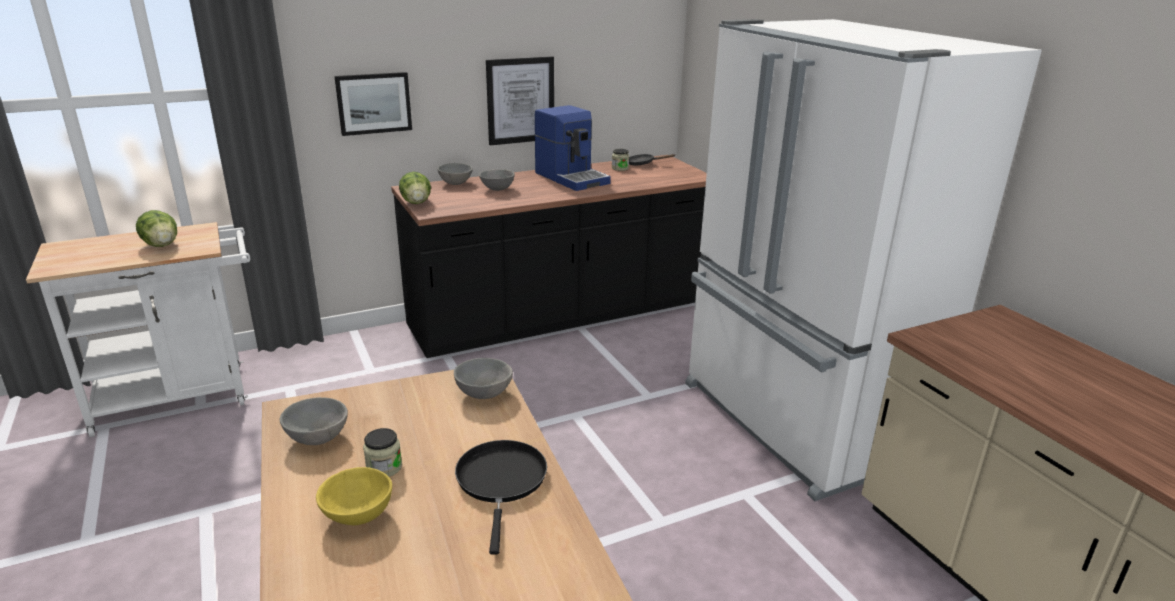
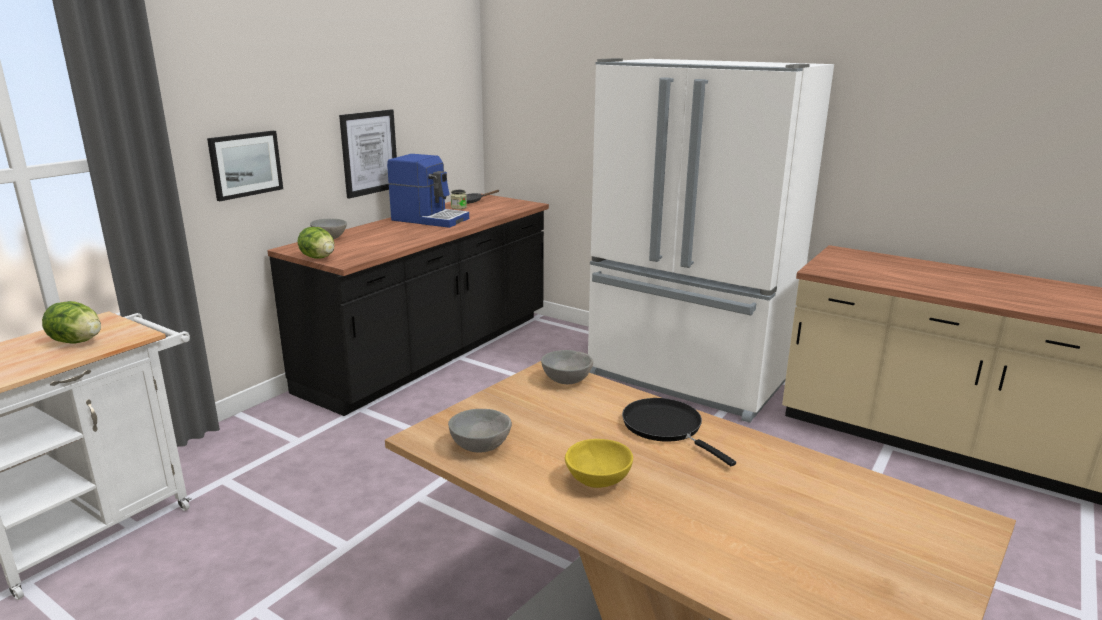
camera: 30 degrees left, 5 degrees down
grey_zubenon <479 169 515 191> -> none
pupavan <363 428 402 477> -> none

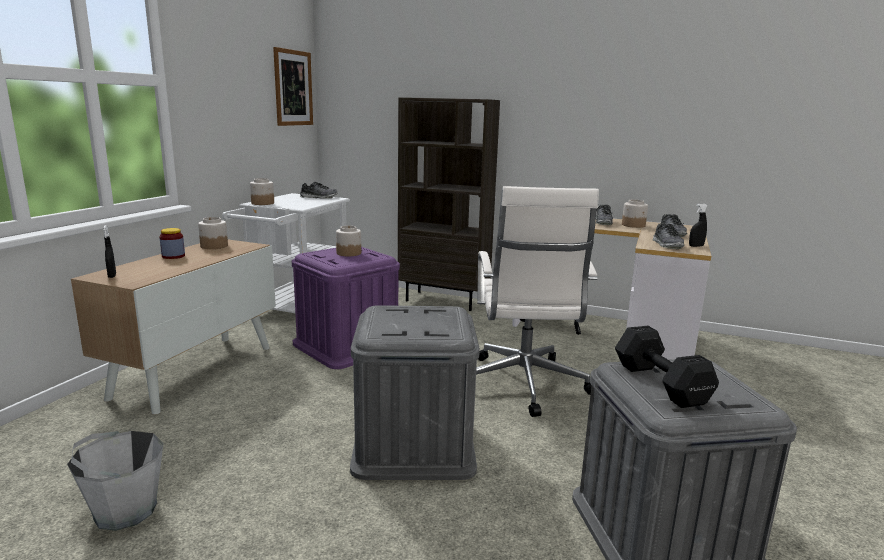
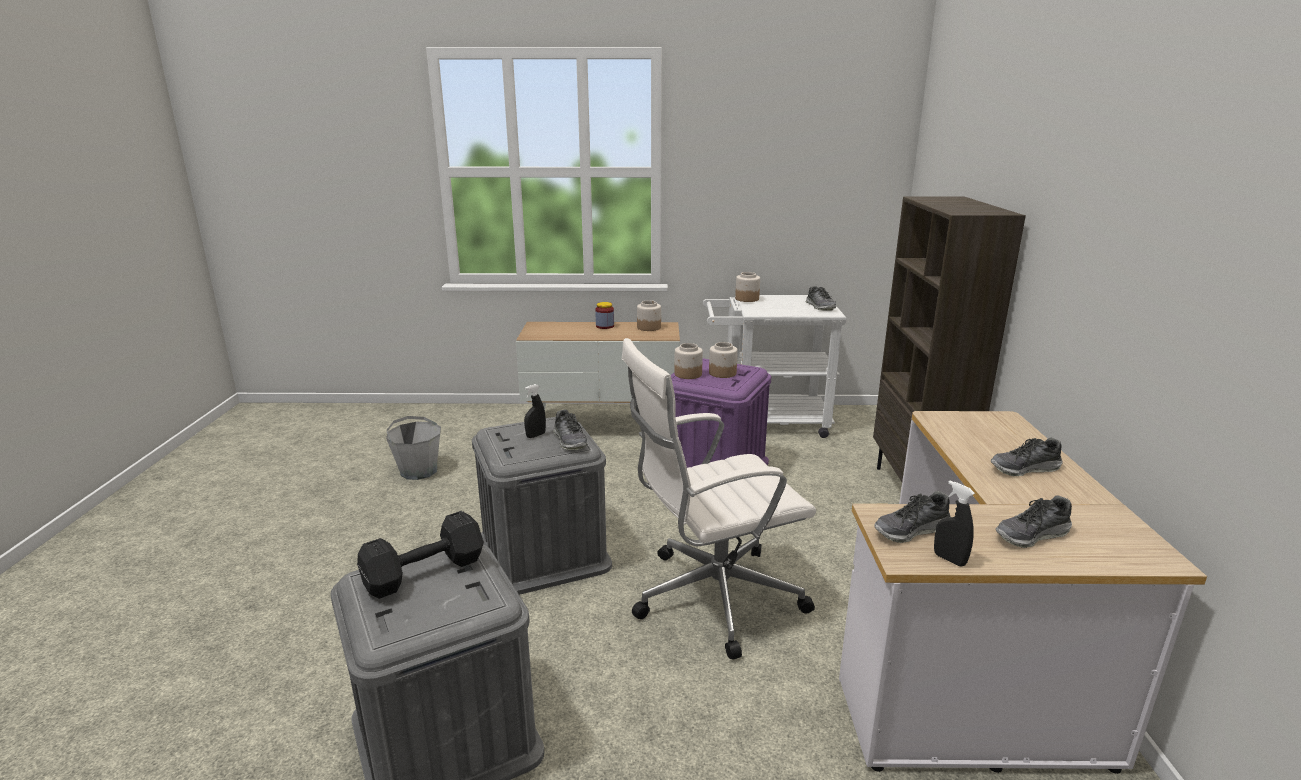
camera: 70 degrees right, 5 degrees up
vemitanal <273 47 313 126> -> none
pupavan <622 200 648 228> -> pupavan <674 343 703 379>, moved
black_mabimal <103 226 116 278> -> black_mabimal <524 384 546 438>, moved
none -> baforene <553 409 588 450>

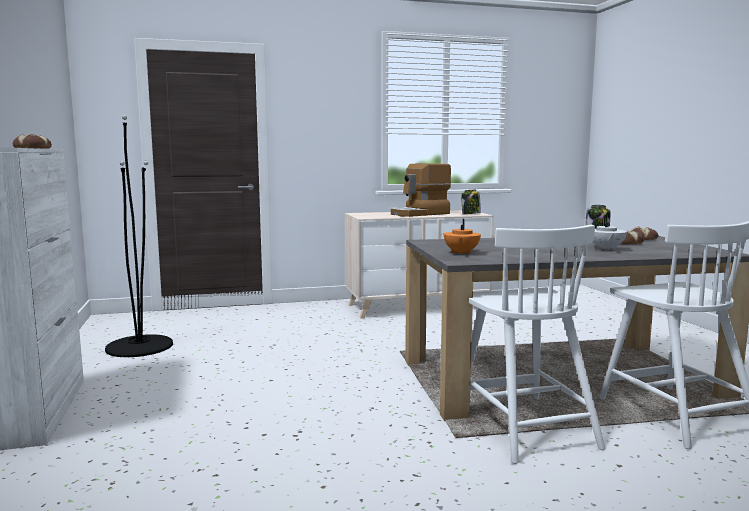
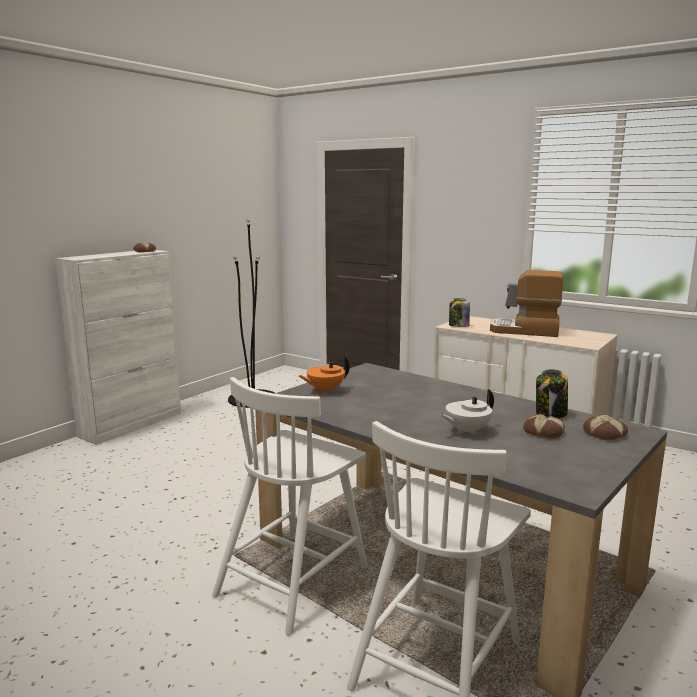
camera: 50 degrees right, 5 degrees up
pupavan <461 189 481 214> -> pupavan <449 298 470 327>, moved

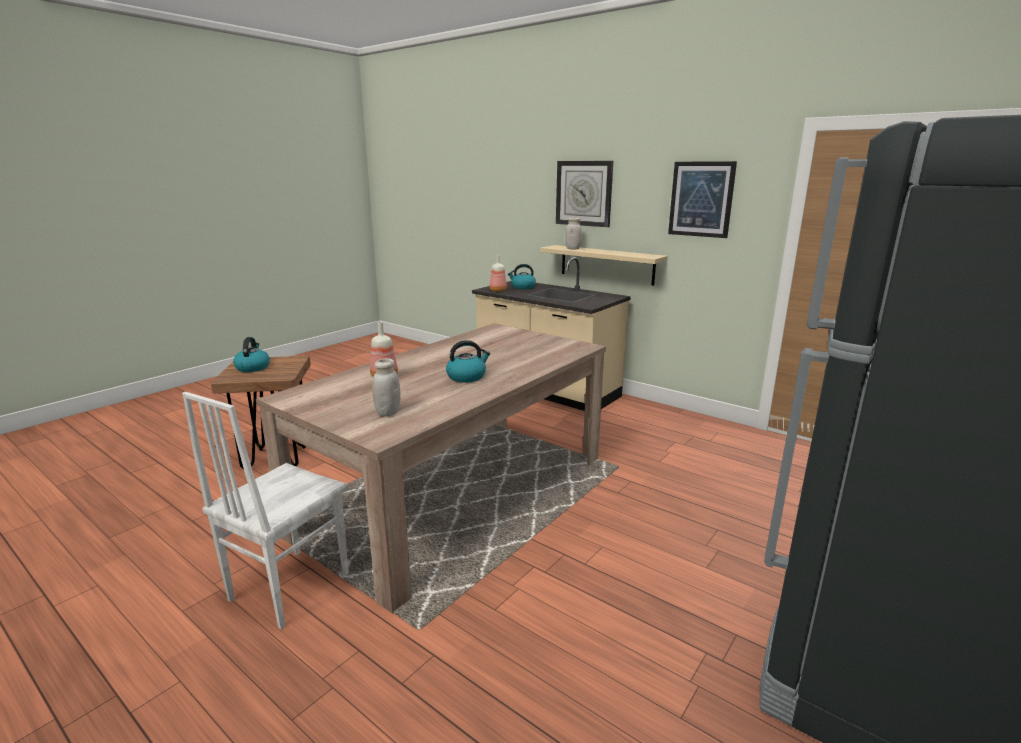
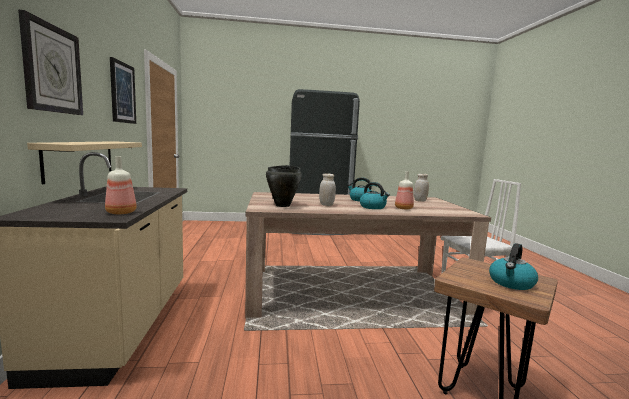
camera: 135 degrees left, 10 degrees down
white_pupavan <565 218 582 250> -> white_pupavan <319 173 336 206>, moved
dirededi <508 264 536 289> -> dirededi <360 182 390 209>, moved
none -> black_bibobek <266 165 302 207>

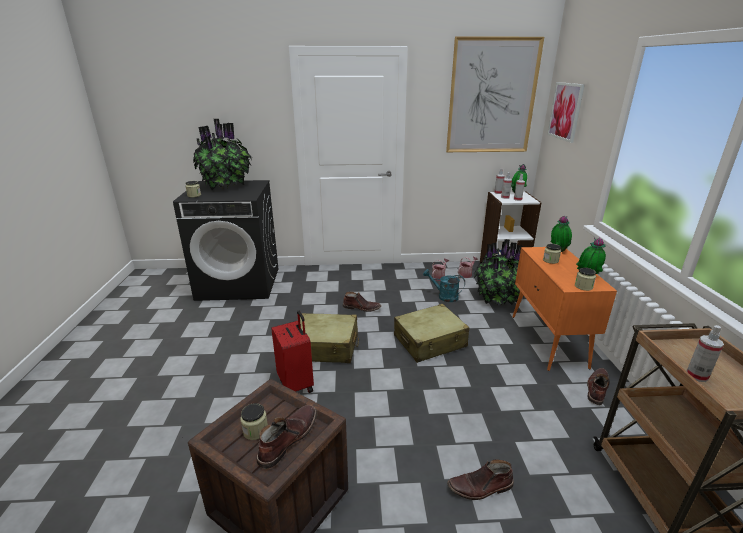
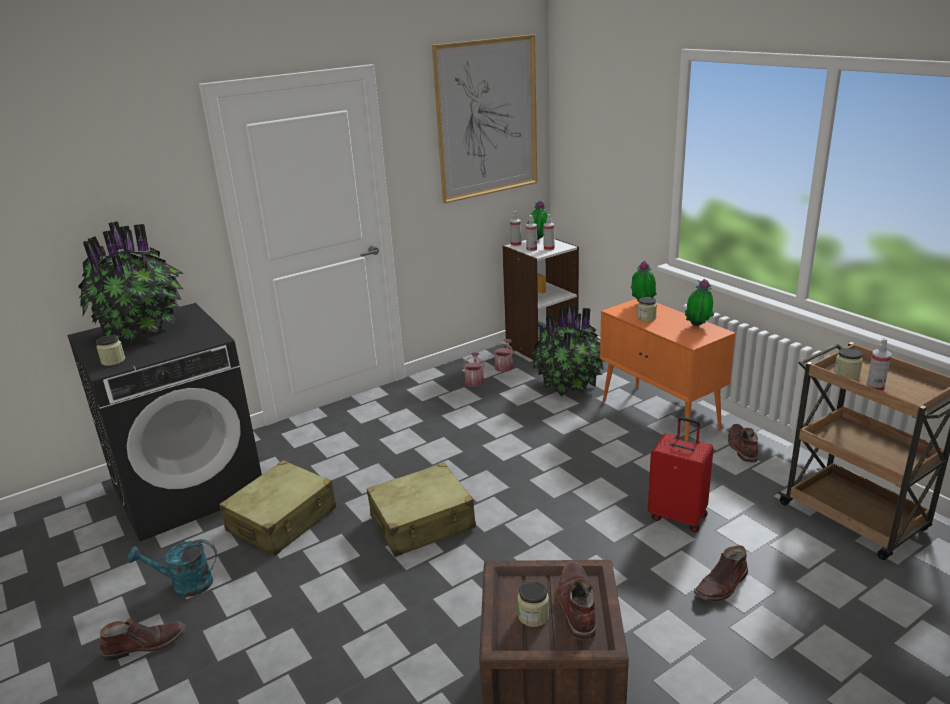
camera: 30 degrees left, 0 degrees up
vemitanal <547 82 585 143> -> none
pupavan <575 268 596 291> -> pupavan <834 348 863 380>, moved
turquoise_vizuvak <423 269 465 302> -> turquoise_vizuvak <127 539 217 597>, moved
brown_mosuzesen <343 292 381 312> -> brown_mosuzesen <100 619 185 661>, moved
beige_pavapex <394 304 469 363> -> beige_pavapex <219 460 336 556>, moved
red_pavapex <271 311 314 393> -> red_pavapex <648 417 714 533>, moved

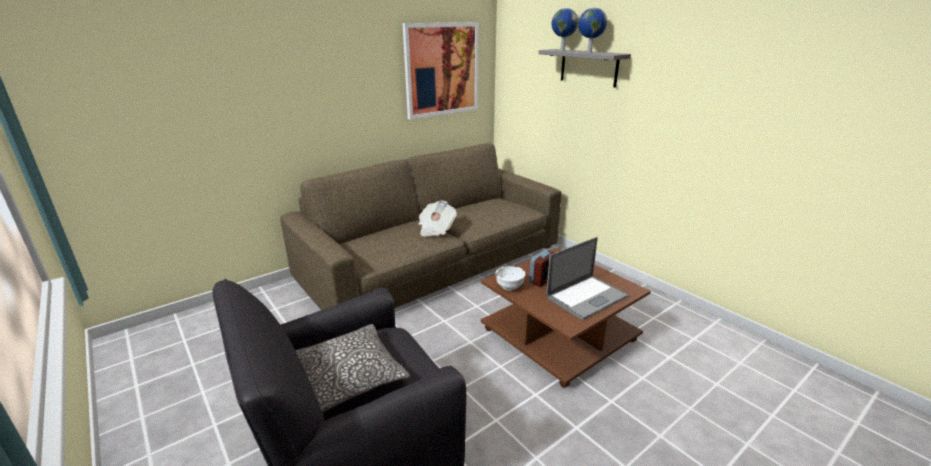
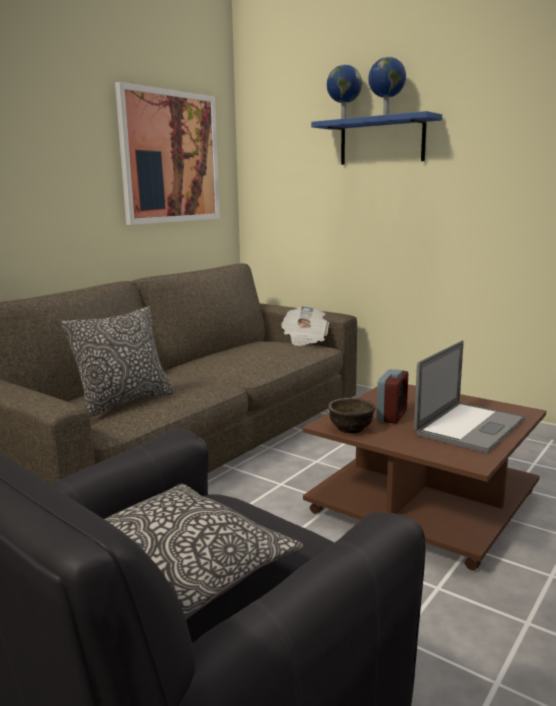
camera: 15 degrees left, 10 degrees down
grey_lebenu <538 49 631 87> -> blue_lebenu <311 111 442 165>
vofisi <418 201 457 237> -> vofisi <281 306 329 346>, moved
white_zubenon <496 266 525 291> -> brown_zubenon <328 398 375 433>
none -> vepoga <61 306 173 418>

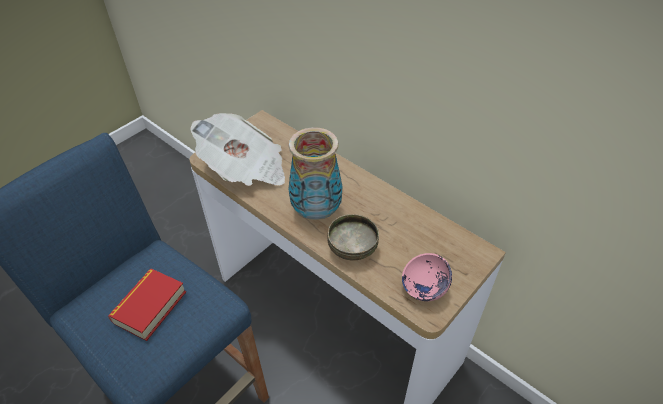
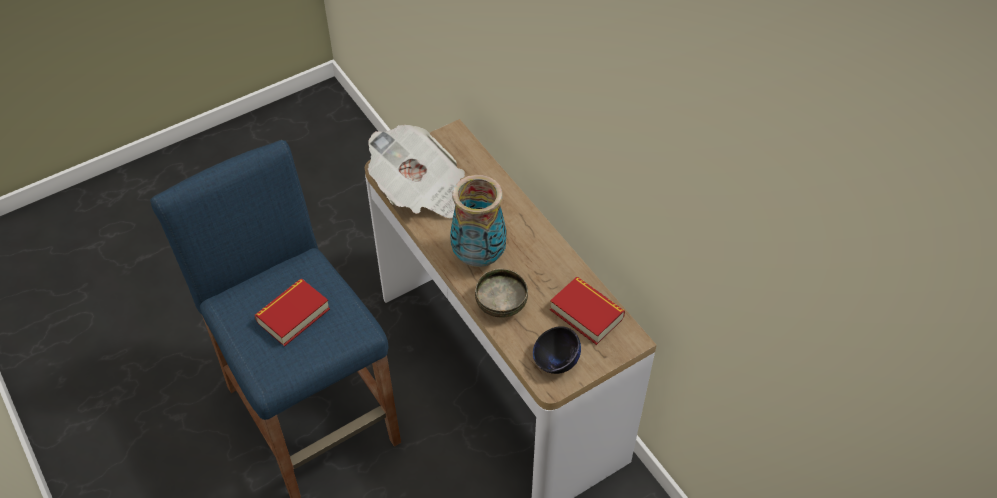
camera: 15 degrees right, 5 degrees up
pink_zubenon <402 253 452 301> -> black_zubenon <533 326 581 374>
none -> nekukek <550 277 625 345>

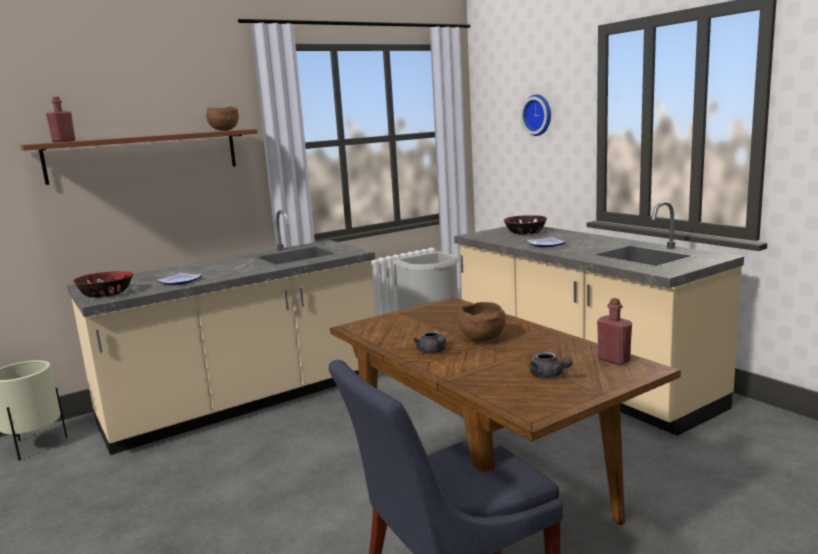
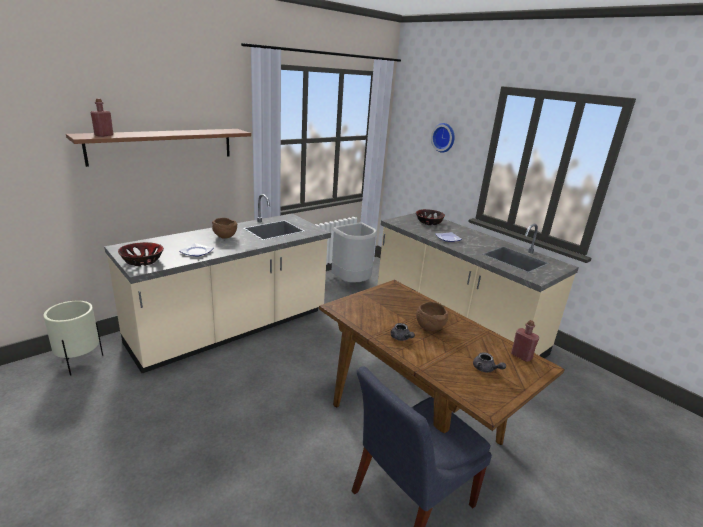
camera: 10 degrees left, 10 degrees up
brown_zubenon <206 106 239 131> -> brown_zubenon <212 218 237 239>, moved

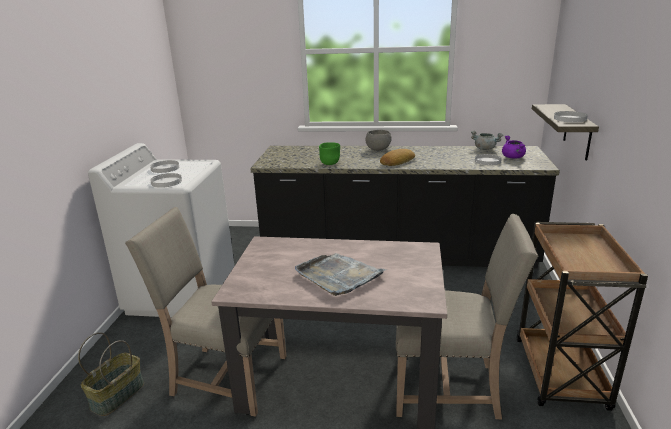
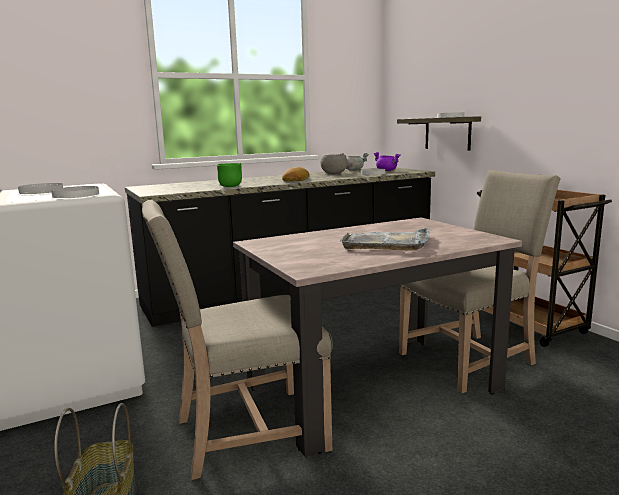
camera: 35 degrees left, 10 degrees down
grey_zubenon <365 130 392 151> -> grey_zubenon <321 154 347 174>, moved

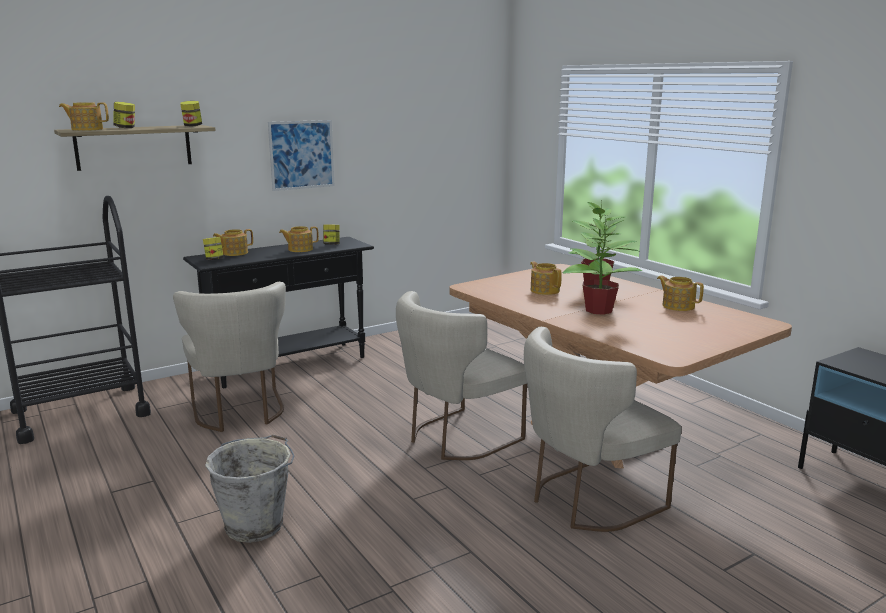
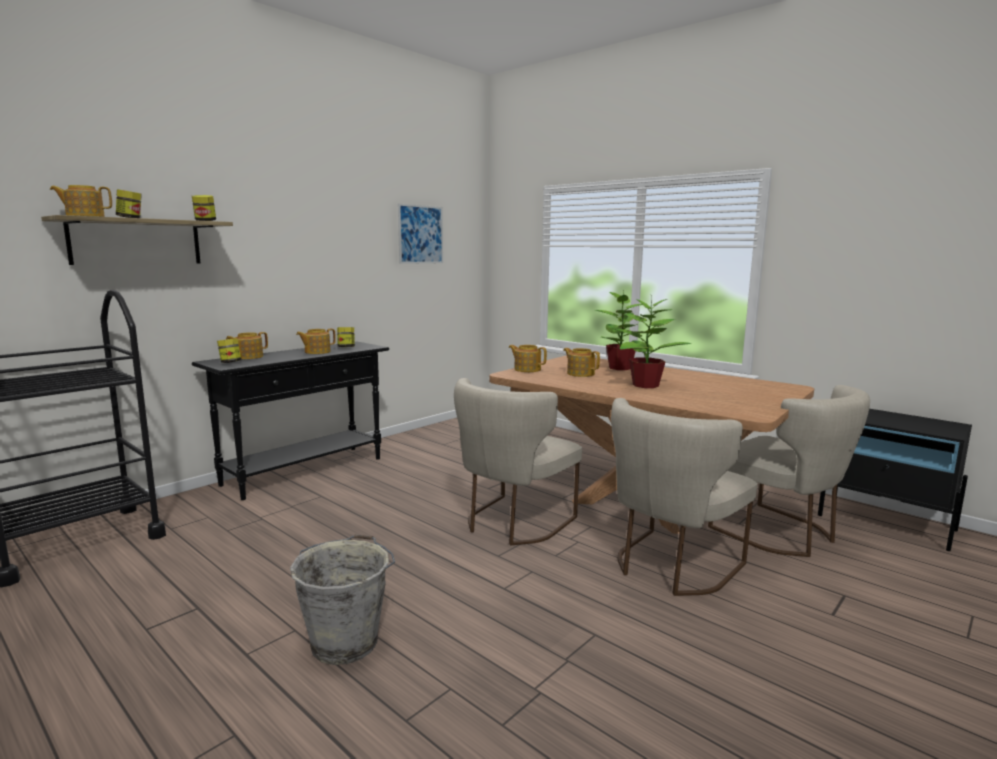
camera: 15 degrees left, 5 degrees down
vemitanal <268 120 335 191> -> vemitanal <398 203 443 264>, moved
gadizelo <657 275 704 311> -> gadizelo <509 345 547 372>, moved
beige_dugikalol <173 282 286 432> -> beige_dugikalol <708 385 870 557>, moved

